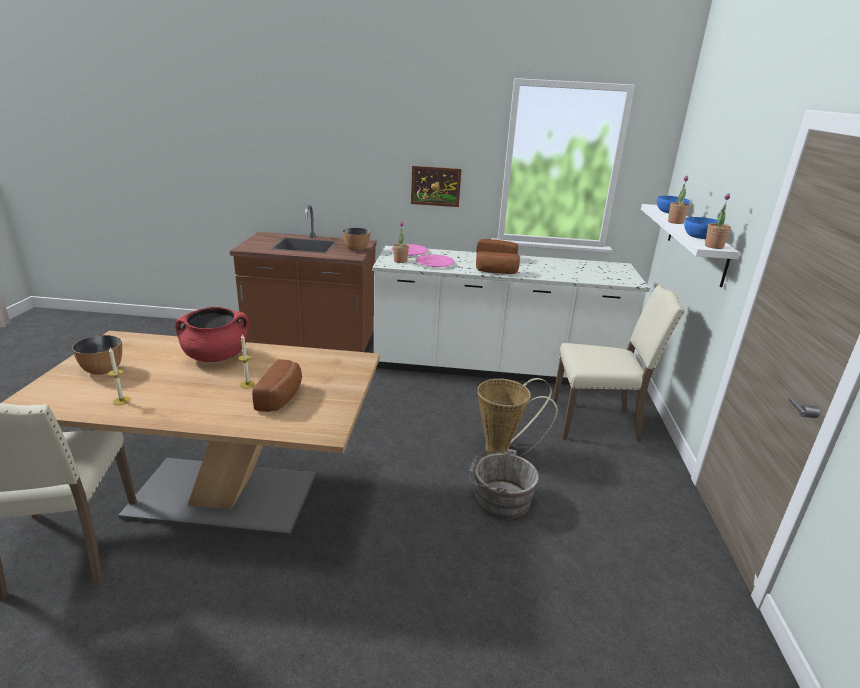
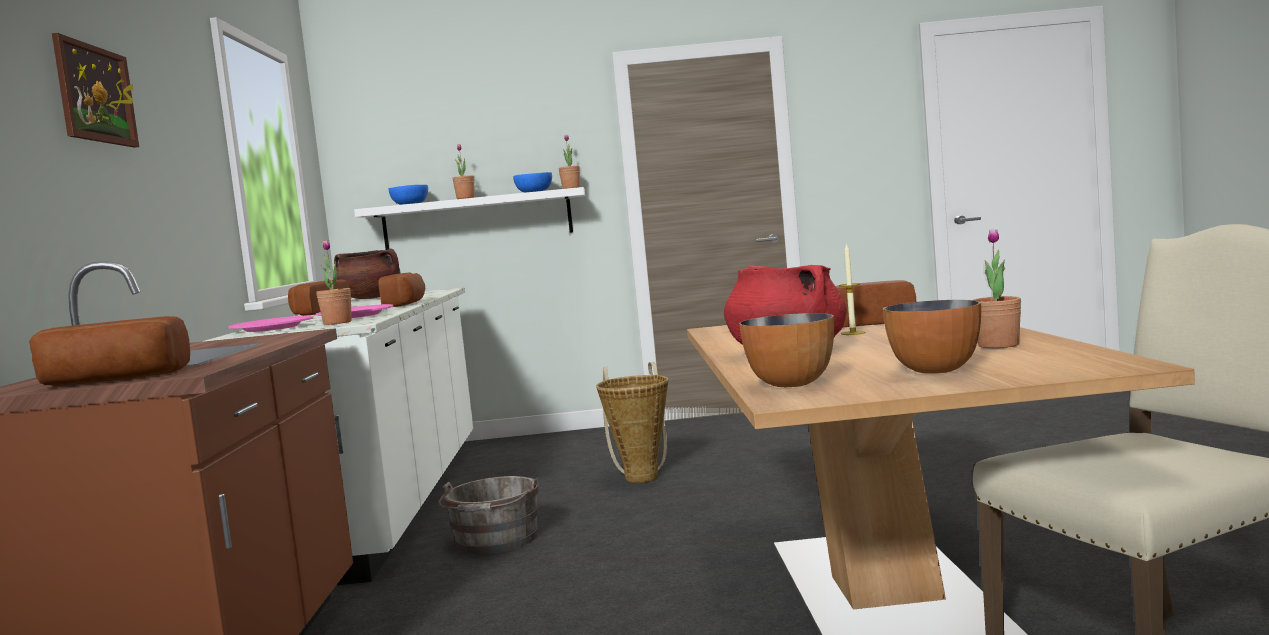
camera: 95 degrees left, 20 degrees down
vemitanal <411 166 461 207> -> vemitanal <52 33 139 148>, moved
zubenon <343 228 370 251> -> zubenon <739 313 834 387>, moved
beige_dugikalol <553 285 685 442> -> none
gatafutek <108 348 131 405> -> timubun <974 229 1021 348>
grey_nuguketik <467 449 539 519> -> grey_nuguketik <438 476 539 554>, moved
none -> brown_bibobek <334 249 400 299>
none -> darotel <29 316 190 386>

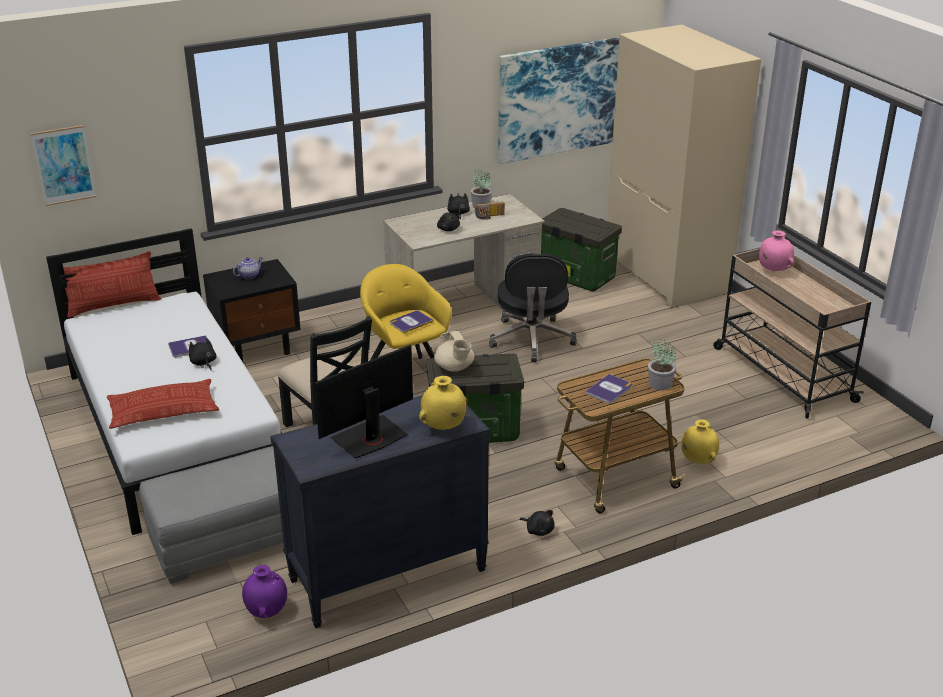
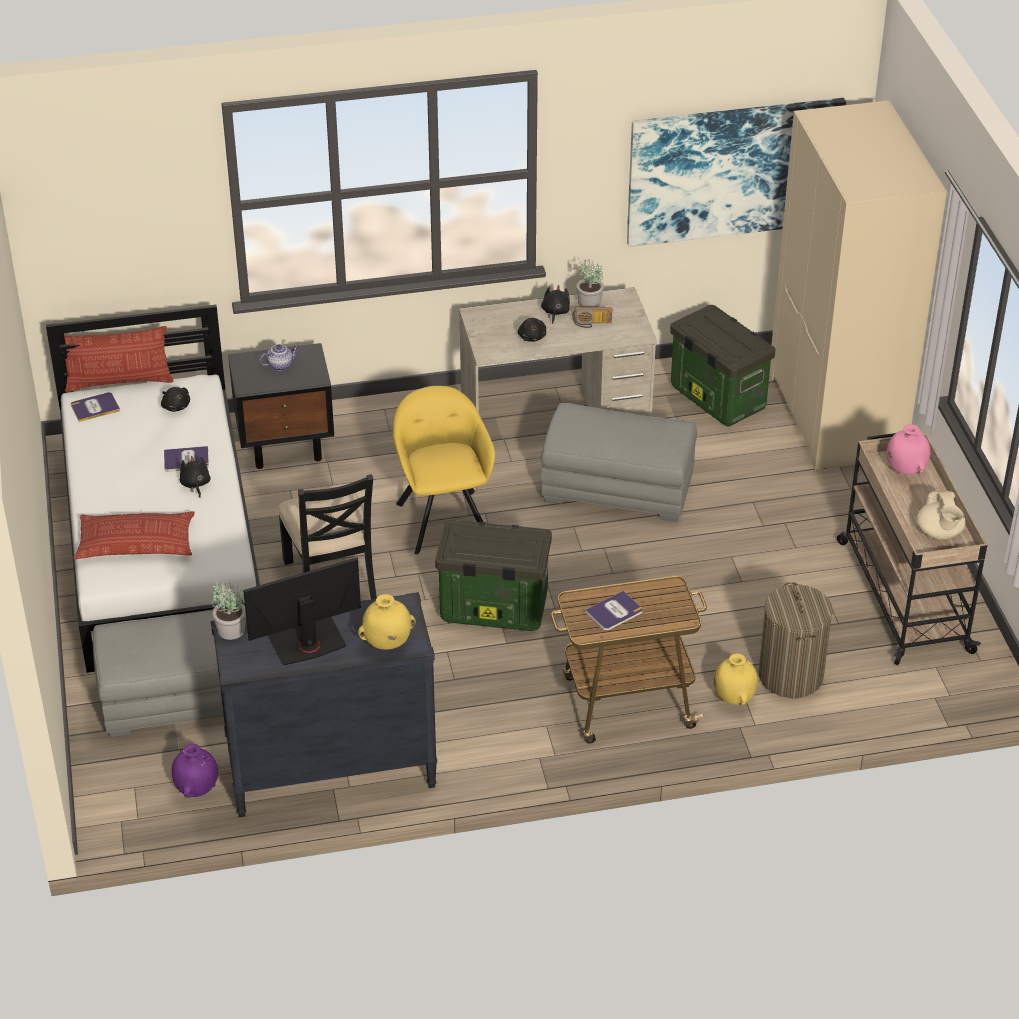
camera: 15 degrees right, 10 degrees up
vemitanal <31 125 96 206> -> none
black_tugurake <489 254 577 363> -> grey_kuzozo <541 403 697 522>
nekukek <390 311 433 333> -> nekukek <71 392 120 422>, moved
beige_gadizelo <434 331 474 372> -> beige_gadizelo <917 491 965 540>, moved
timubun <648 339 676 390> -> timubun <212 582 246 640>, moved
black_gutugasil <519 510 555 536> -> black_gutugasil <161 387 190 412>, moved
none -> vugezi <759 582 833 698>

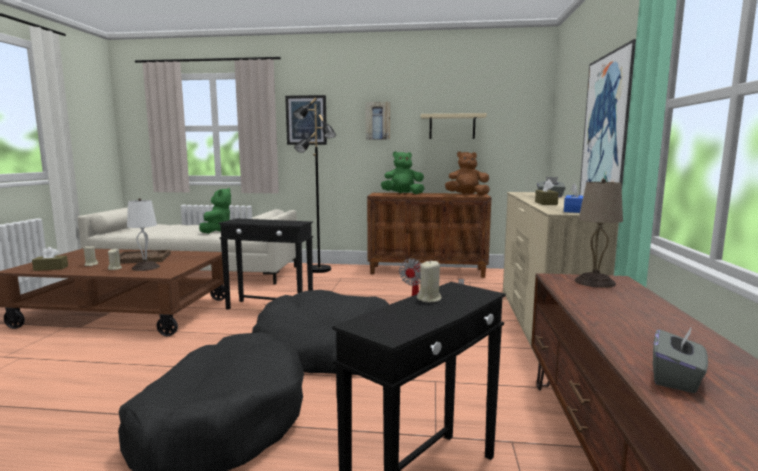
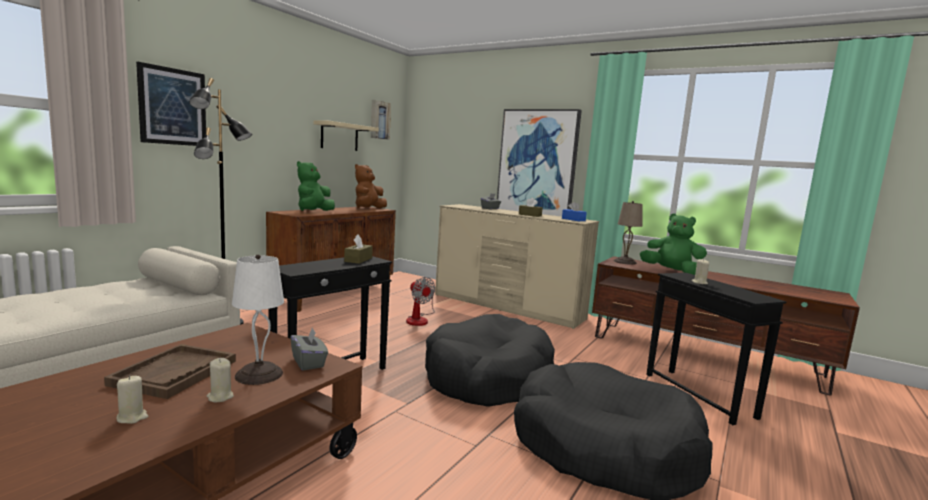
camera: 65 degrees left, 0 degrees up
vemitanal <366 102 390 140> -> vemitanal <371 100 391 140>, moved
green_gutugasil <199 188 231 233> -> green_gutugasil <640 213 707 275>, moved
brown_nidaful <32 247 68 271> -> brown_nidaful <344 234 373 264>, moved
grey_nidaful <653 326 708 393> -> grey_nidaful <290 328 328 371>, moved

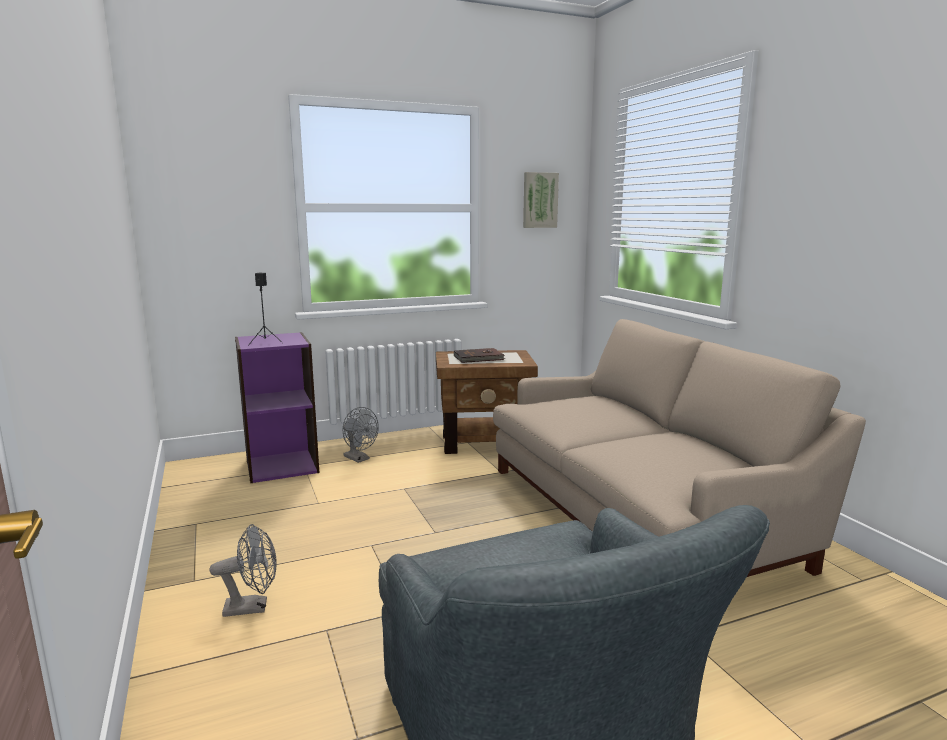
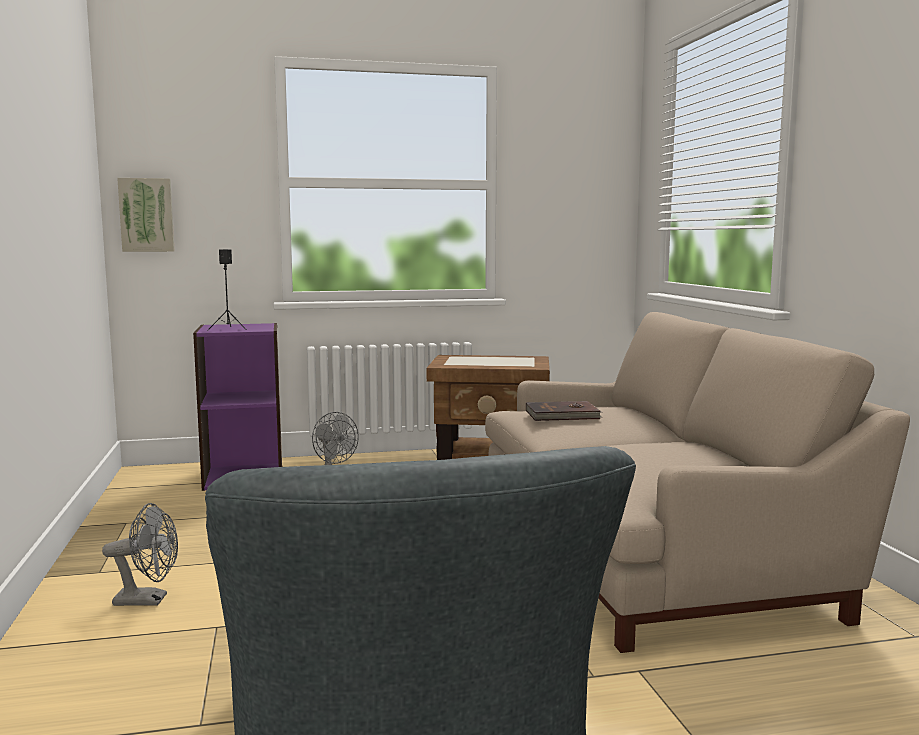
camera: 10 degrees right, 5 degrees down
vemitanal <523 172 559 228> -> vemitanal <117 178 175 252>, moved
brown_nekukek <454 348 506 363> -> brown_nekukek <526 401 603 421>, moved

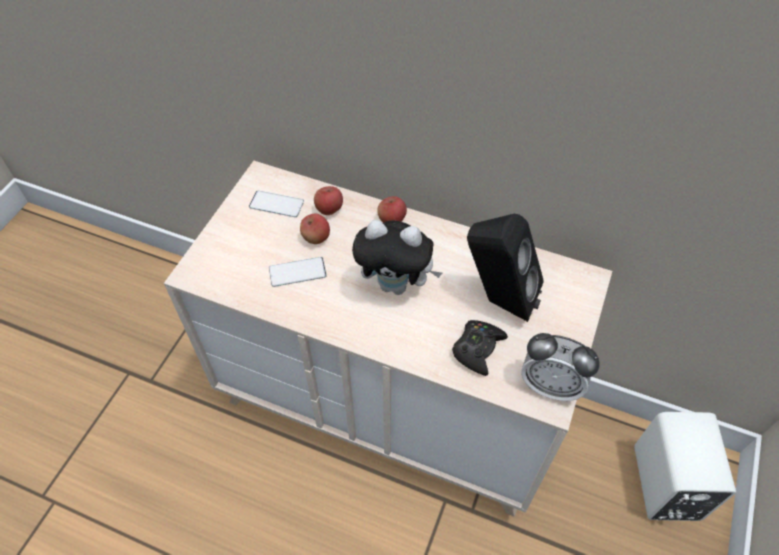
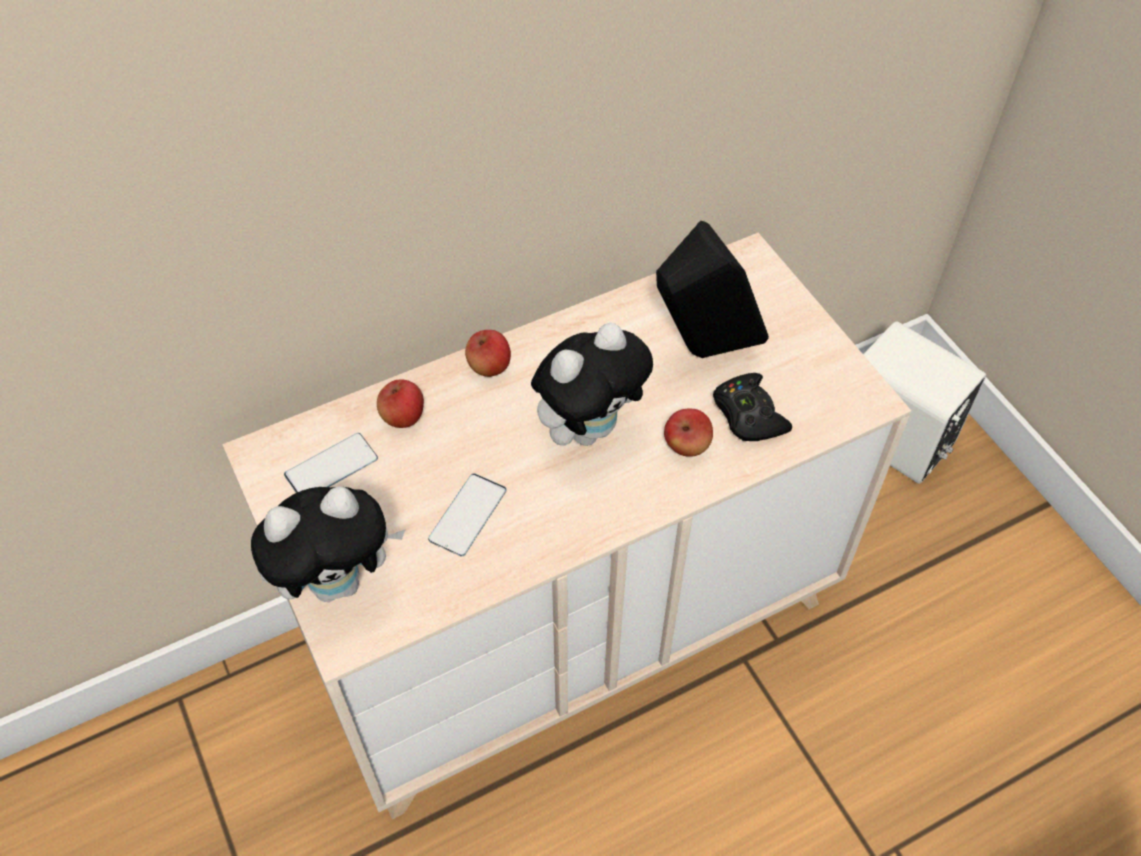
camera: 50 degrees left, 0 degrees up
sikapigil <300 214 330 244> -> sikapigil <664 409 713 457>, moved
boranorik <521 333 600 402> -> none
none -> gutugasil <251 487 406 602>

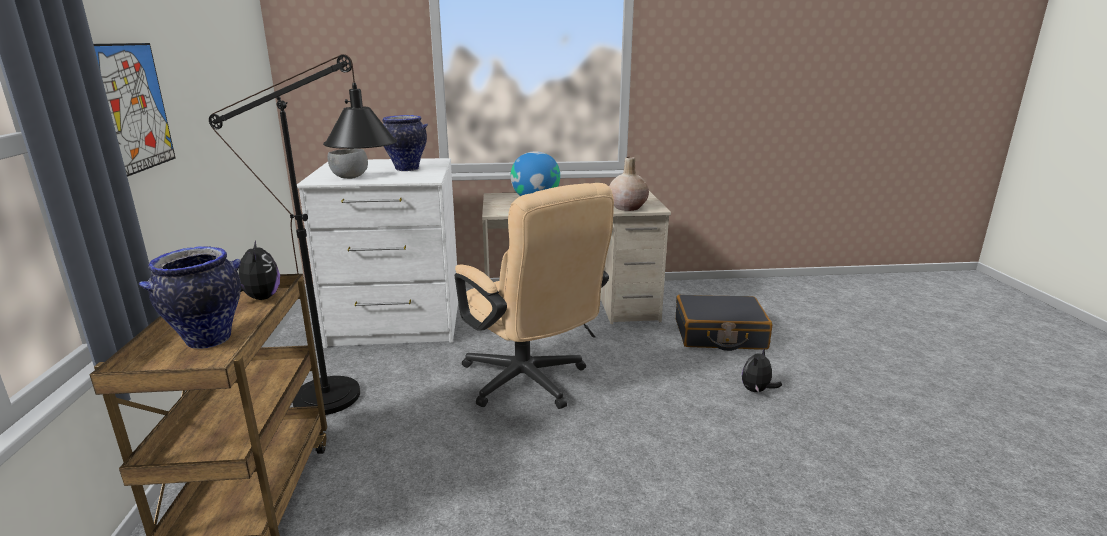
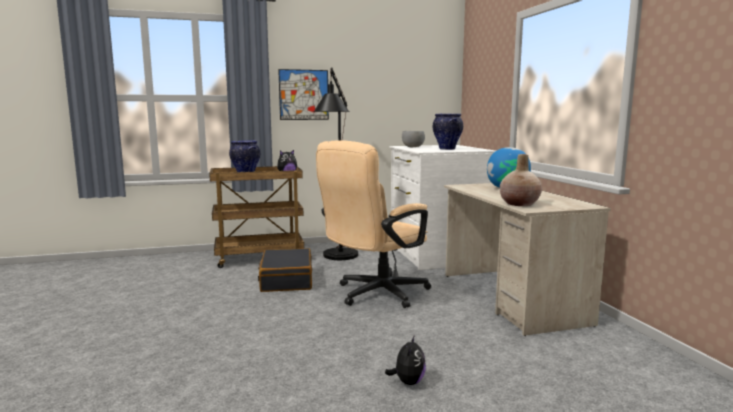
camera: 80 degrees right, 10 degrees down
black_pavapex <676 295 772 351> -> black_pavapex <258 248 312 292>, moved
gutugasil <742 349 782 393> -> gutugasil <385 335 426 385>, 75 degrees clockwise

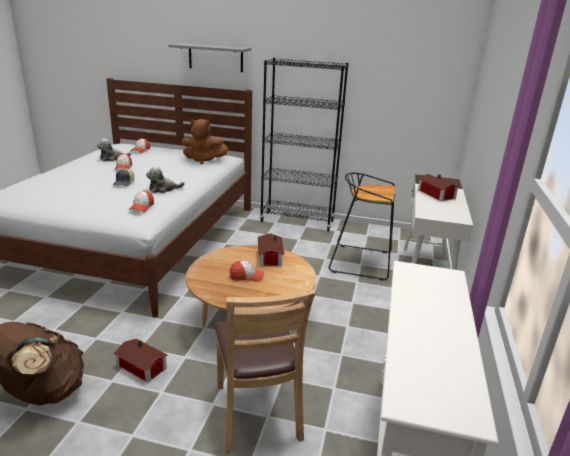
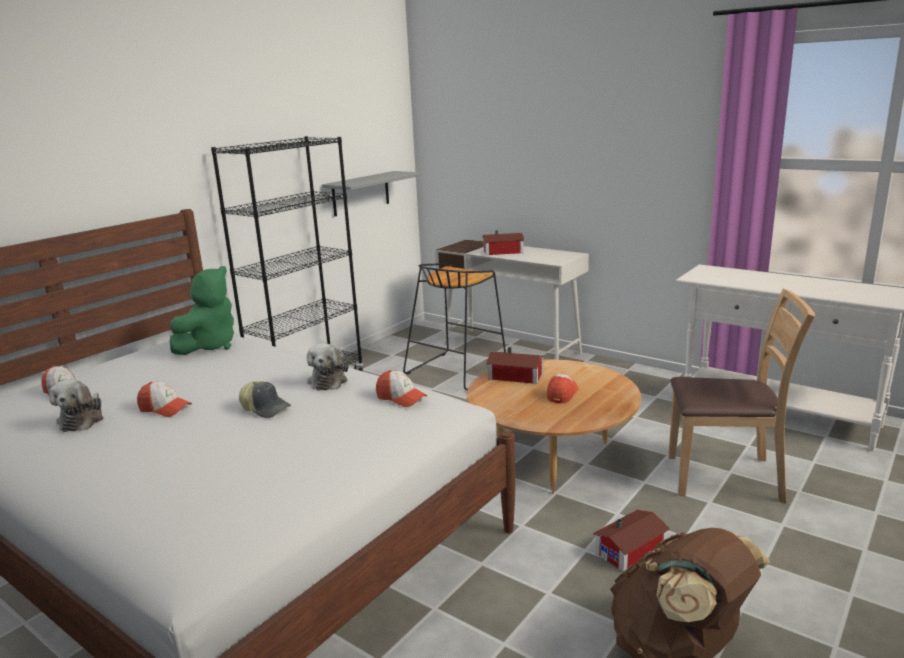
camera: 65 degrees left, 5 degrees down
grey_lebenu <168 43 252 72> -> grey_lebenu <322 171 422 216>, moved
brown_gutugasil <182 119 229 164> -> green_gutugasil <170 266 234 355>

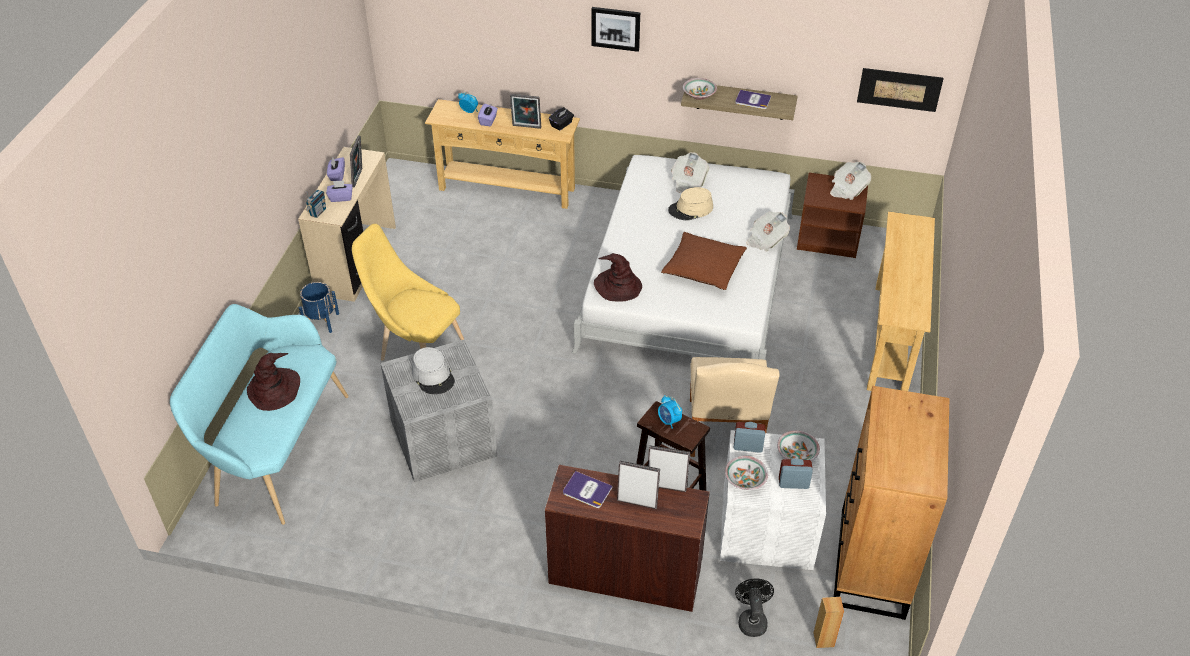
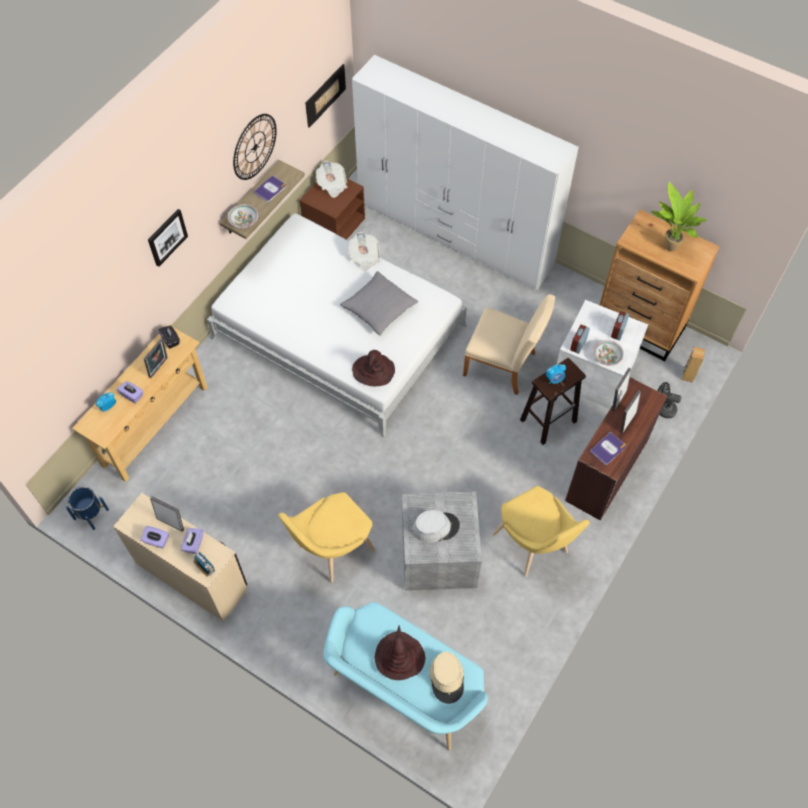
camera: 70 degrees left, 15 degrees up
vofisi <671 152 709 193> -> none
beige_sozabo <668 187 713 221> -> beige_sozabo <430 652 464 704>, moved
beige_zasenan <867 211 935 391> -> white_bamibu <352 55 579 290>
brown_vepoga <661 232 747 290> -> grey_vepoga <340 271 418 336>
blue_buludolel <299 282 339 333> -> blue_buludolel <66 487 109 530>, moved
zubenon <777 431 820 461> -> none
none -> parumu <233 114 277 180>
none -> timubun <651 182 707 251>
none -> yellow_dugikalol <493 486 590 577>

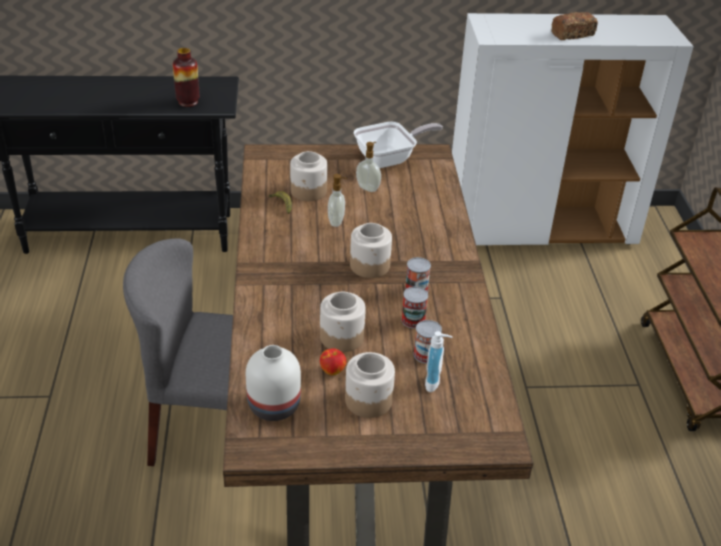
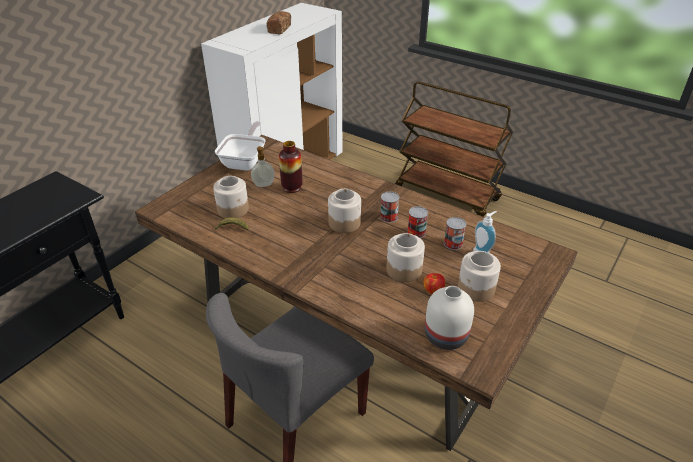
camera: 50 degrees left, 0 degrees up
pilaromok <173 48 200 107> -> pilaromok <279 141 303 193>, moved
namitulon <328 174 348 227> -> none

